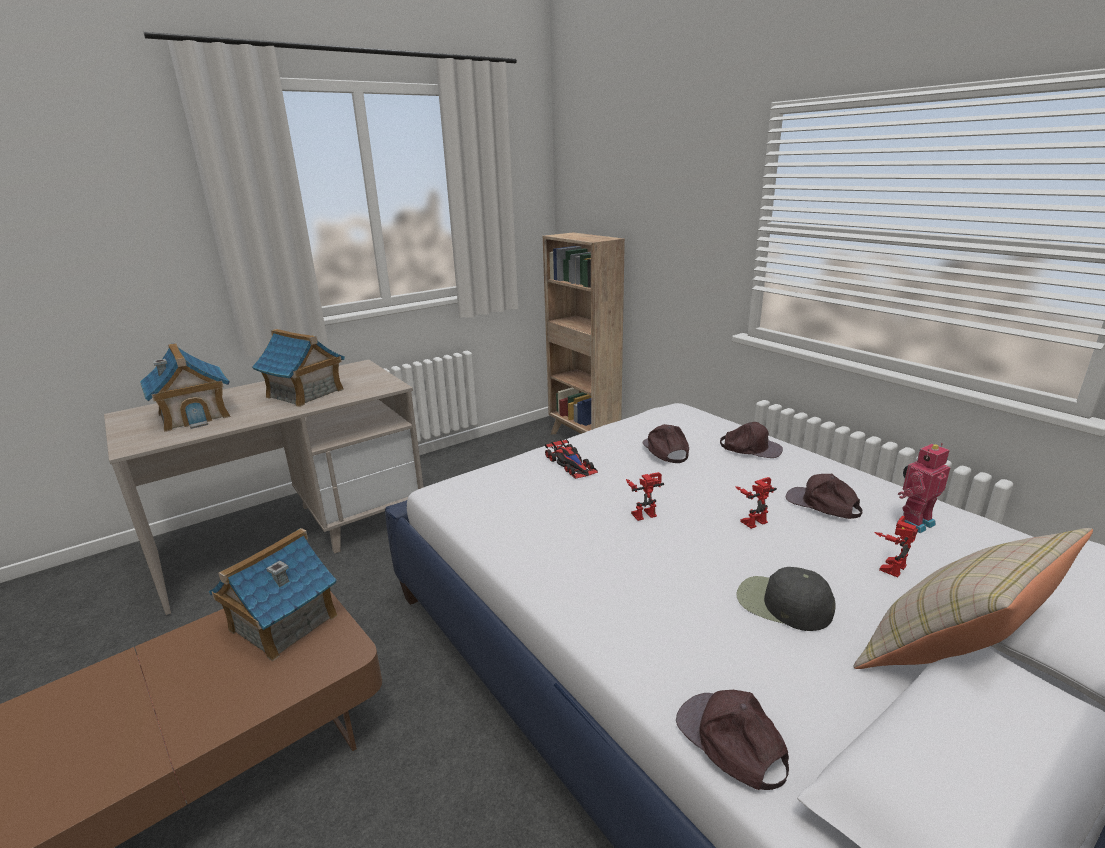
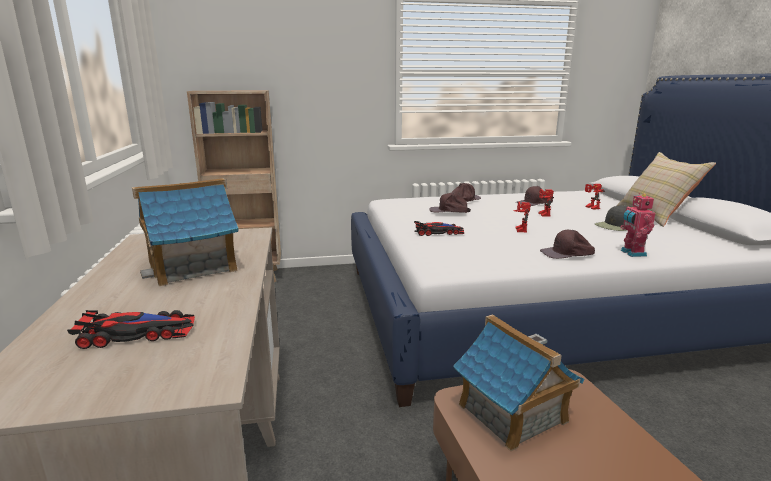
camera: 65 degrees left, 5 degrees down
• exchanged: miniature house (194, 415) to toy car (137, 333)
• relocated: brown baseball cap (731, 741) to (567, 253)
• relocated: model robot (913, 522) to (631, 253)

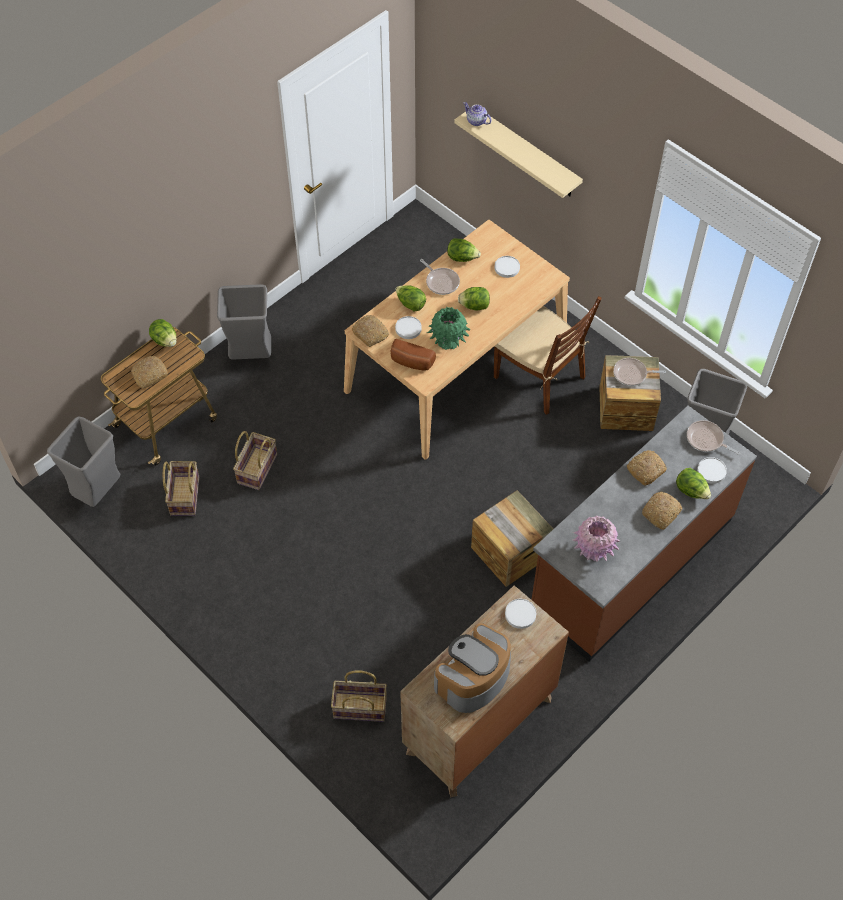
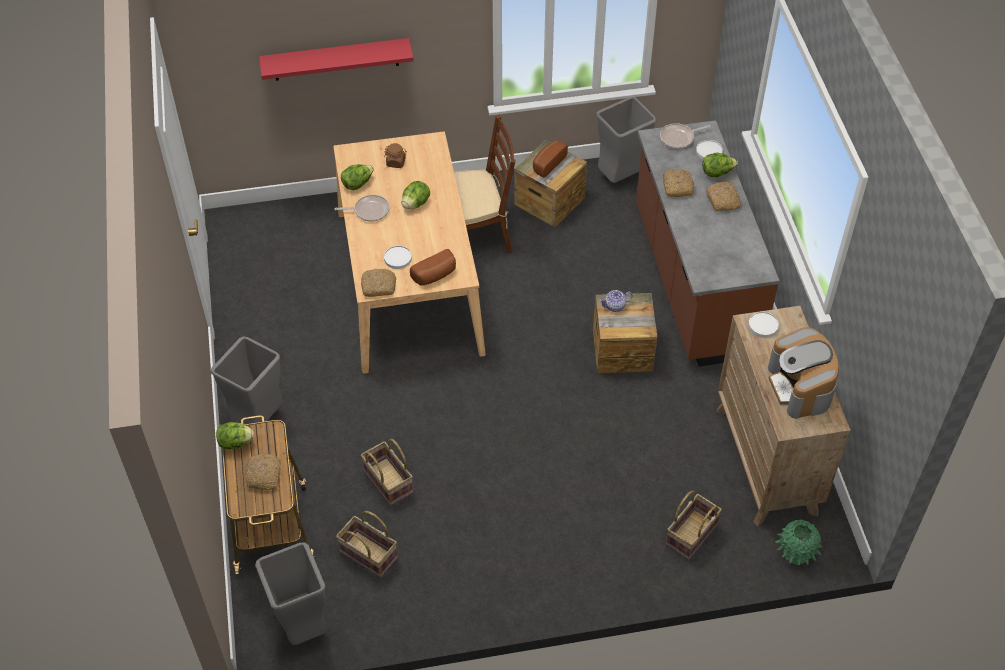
camera: 55 degrees left, 5 degrees down
• missing: lettuce head (410, 304)
• relocated: green-coloured flower vase (448, 341) to (795, 553)
• colour: sand-coloured shelf (526, 153) to red-coloured shelf (336, 59)
• relocated: pot for tea (476, 121) to (615, 306)
• exchanged: whitish plate (506, 267) to brown storage jar (396, 162)
• missing: pink flower vase (594, 550)
• exchanged: frying pan (632, 374) to bread (547, 163)

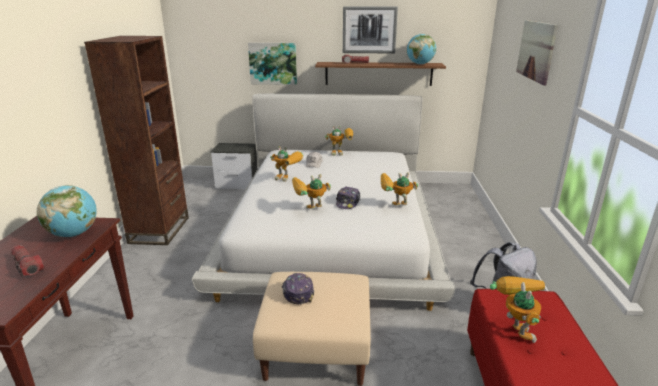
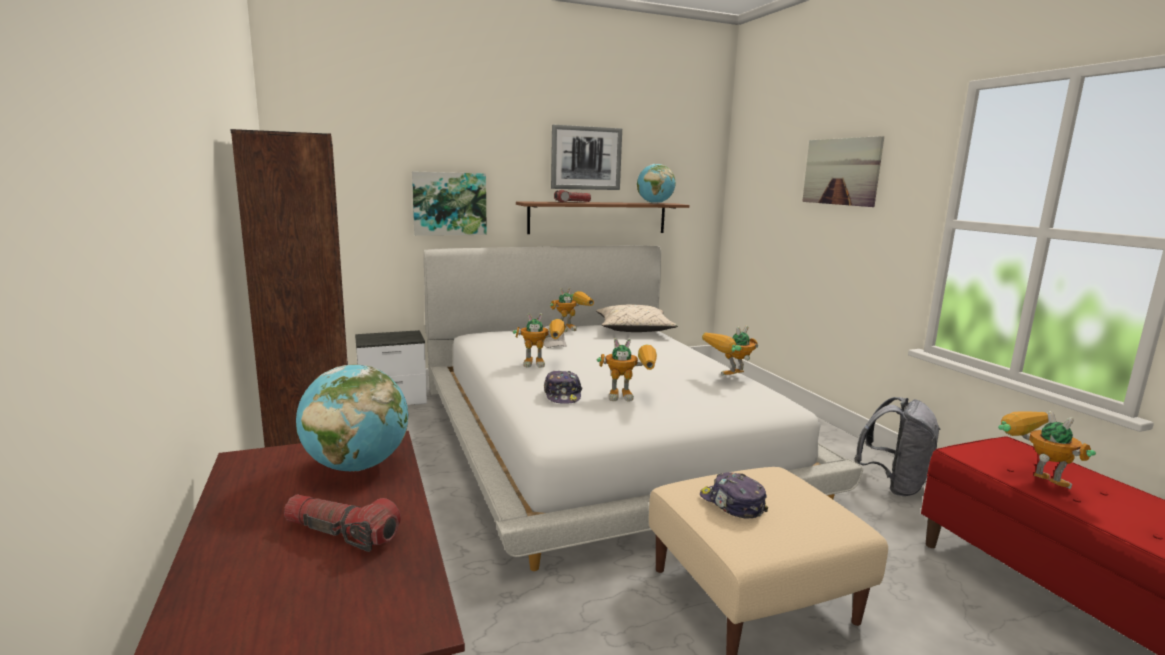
camera: 25 degrees left, 10 degrees down
• spun: model robot (309, 211) = (630, 396) 135 degrees counterclockwise
• relocated: baseball cap (348, 202) to (562, 395)
• appeared: sand-coloured throw pillow (634, 330)

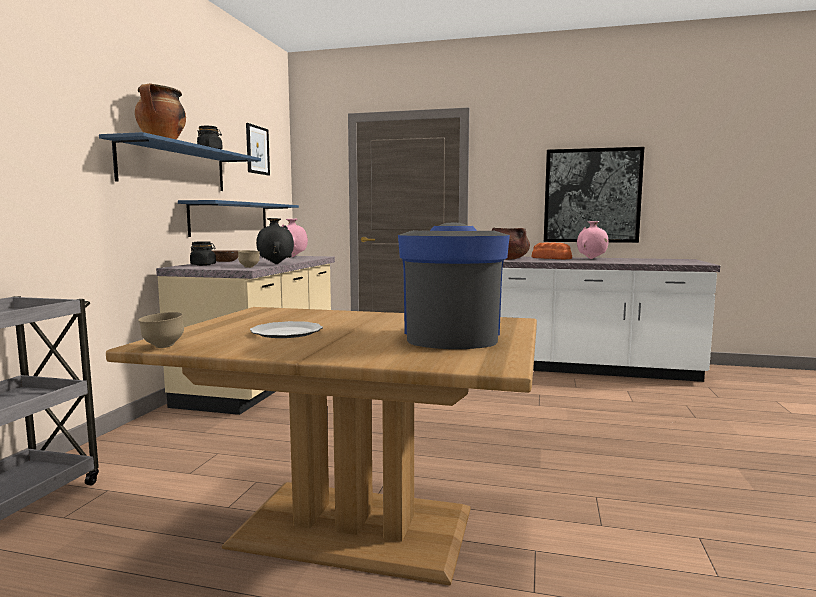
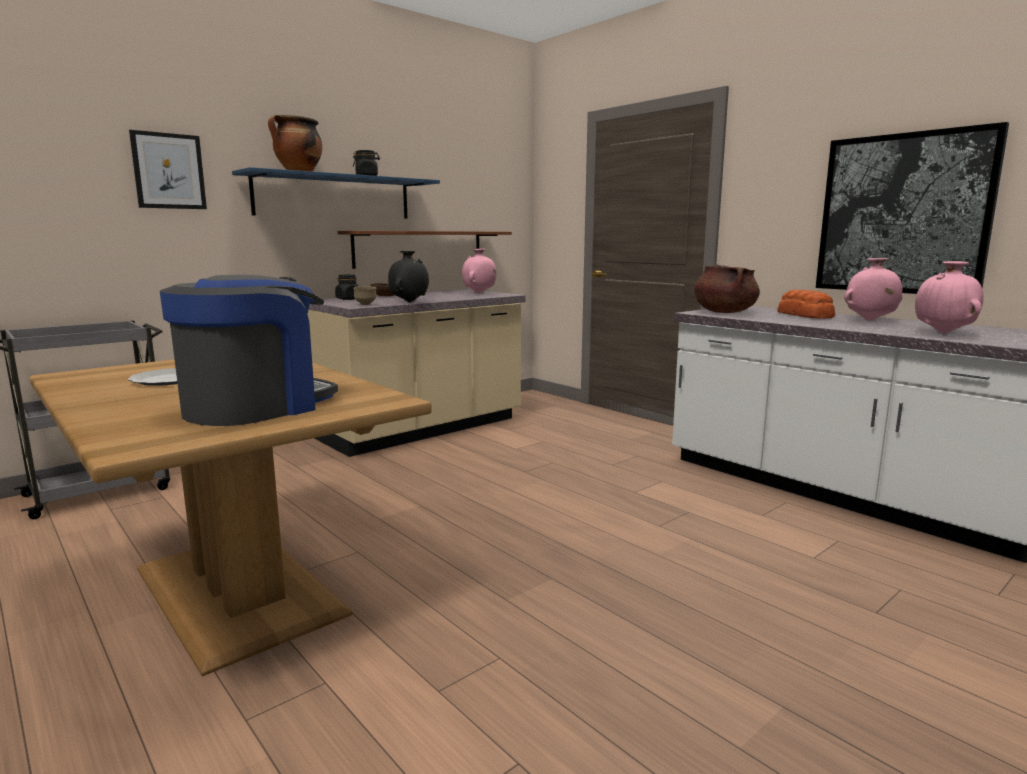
camera: 35 degrees right, 5 degrees up
• missing: brown deep dish (163, 346)
• colour: blue shelf (230, 219) to brown shelf (419, 249)
• relocated: picture (257, 150) to (169, 171)
• appeared: pink flower vase (944, 333)

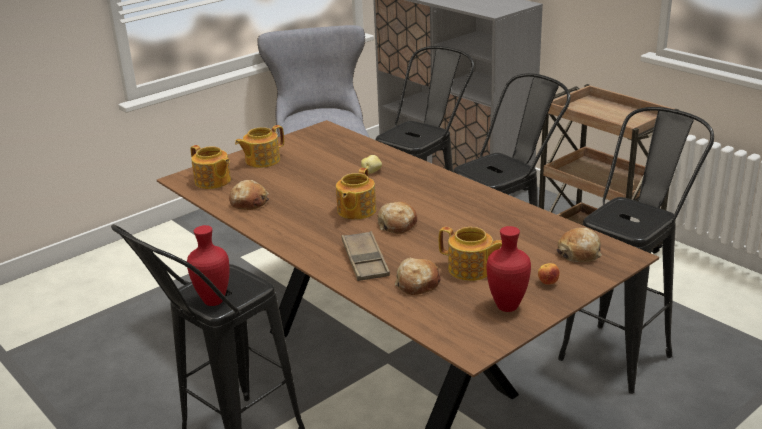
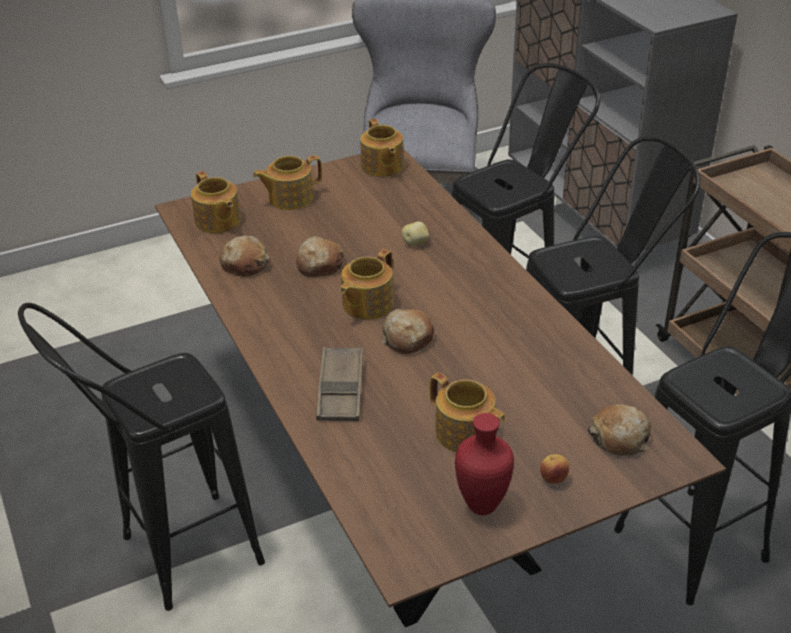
camera: 15 degrees right, 10 degrees up
• missing: red-coloured flower vase (213, 300)
• relocated: bread (417, 284) to (319, 265)
• appeared: pot for tea (382, 166)

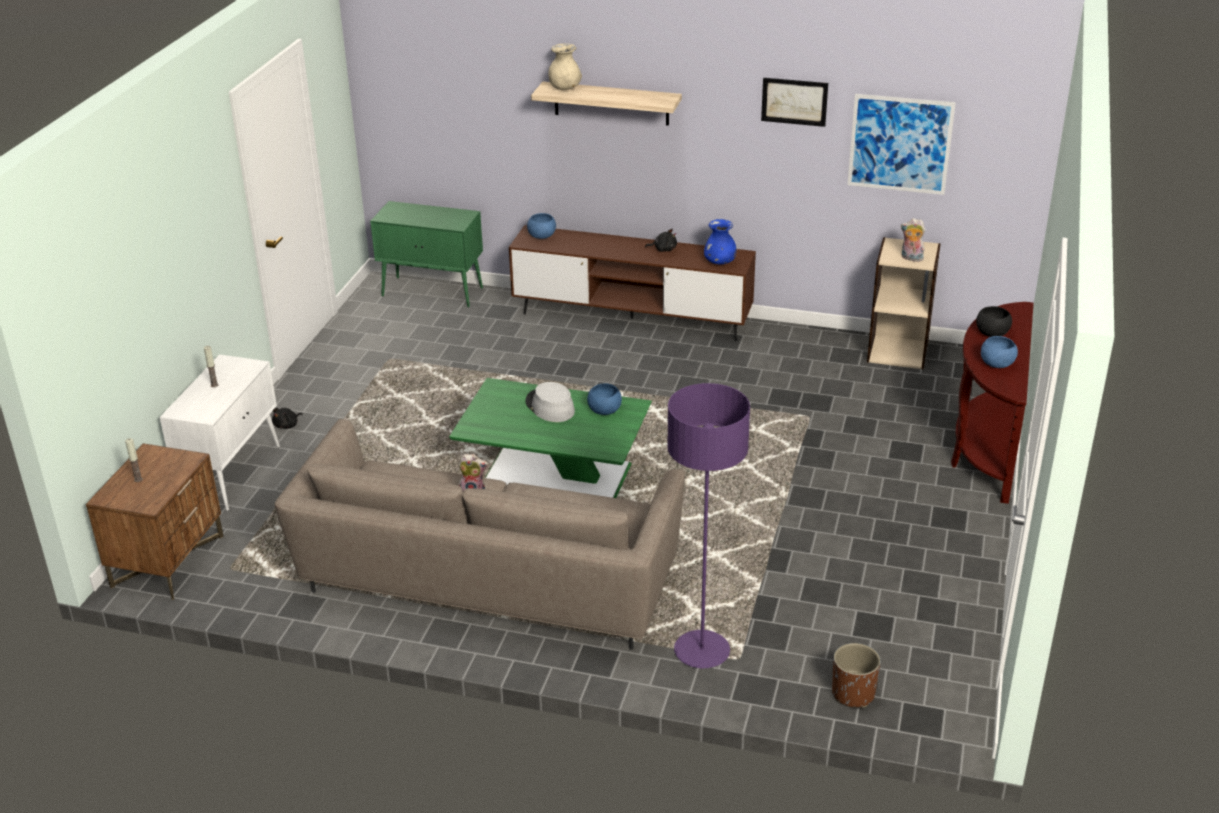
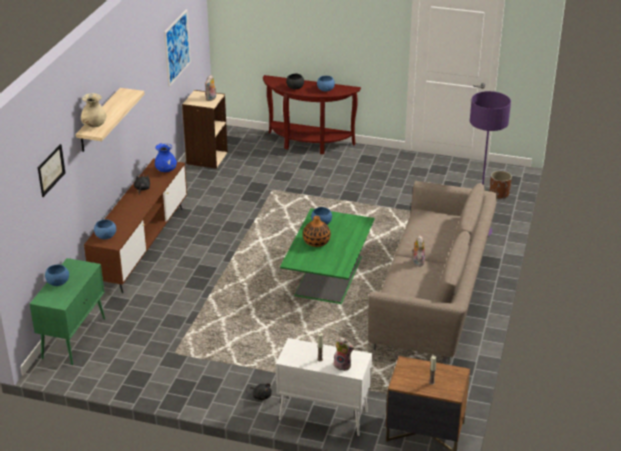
camera: 90 degrees left, 0 degrees up
• exchanged: gray clothing hat (549, 407) to flower vase (316, 242)
• relocated: picture (794, 101) to (51, 170)
• appeared: blue deep dish (58, 282)
• appeared: plush toy (343, 365)

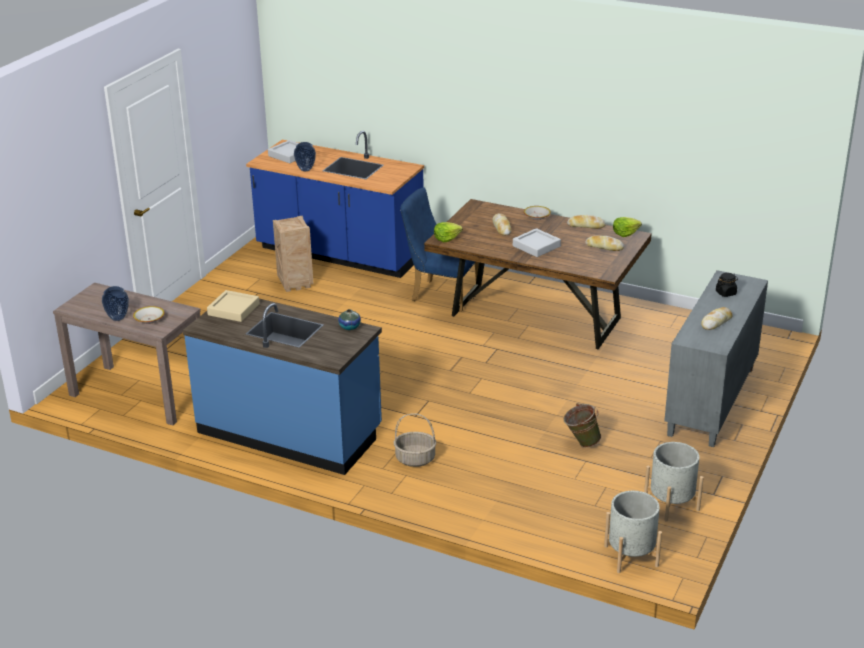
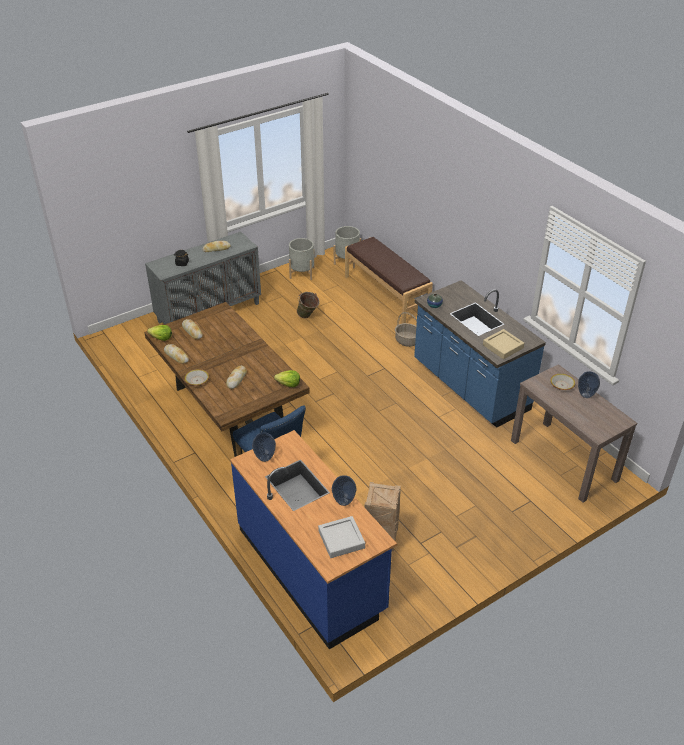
camera: 150 degrees left, 10 degrees up
• missing: gray serving tray (536, 246)
• appeared: flower vase (265, 458)
• appeared: brown long seat (386, 295)

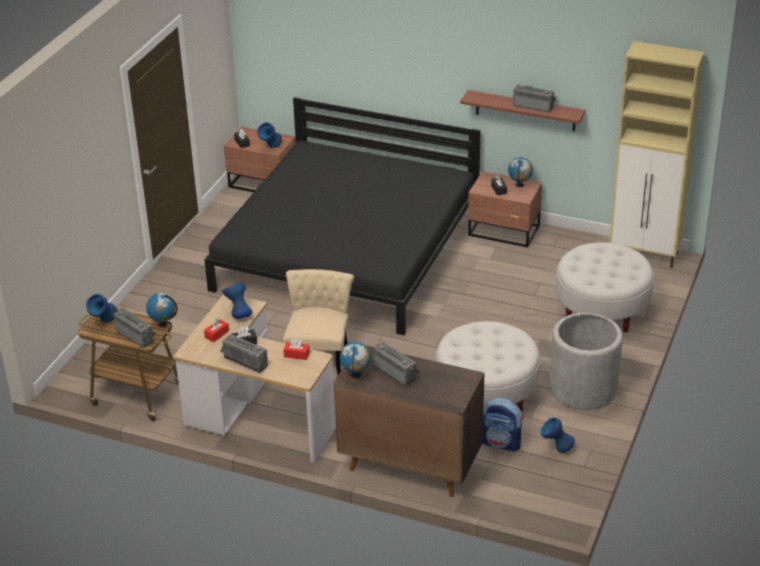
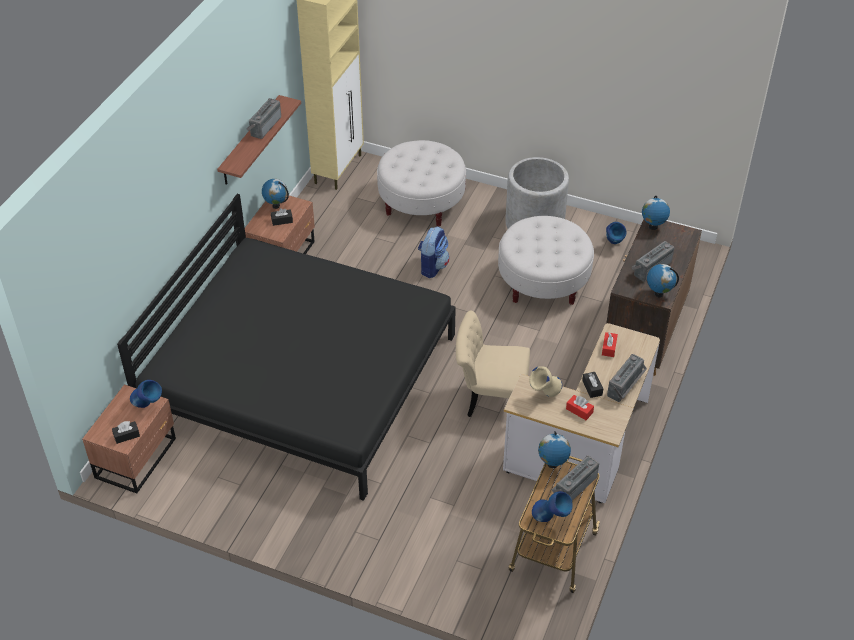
camera: 90 degrees left, 10 degrees up
• colour: blue flower vase (238, 314) to sand-coloured flower vase (544, 395)
• relocated: rucksack (501, 443) to (432, 266)
• appeared: desk globe (653, 227)

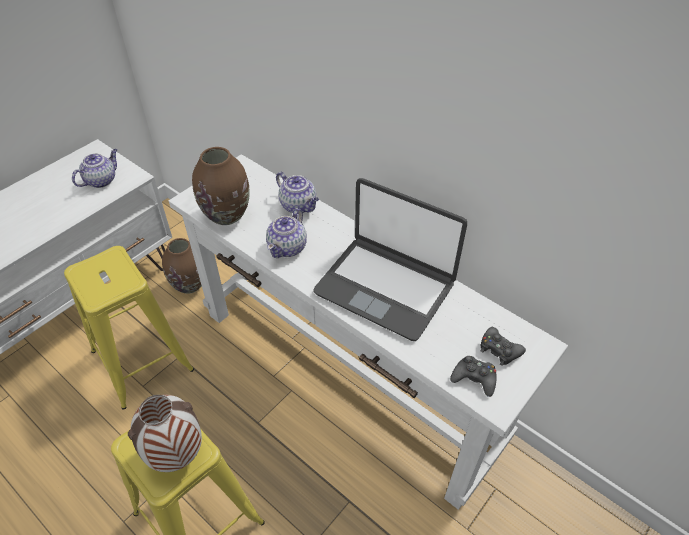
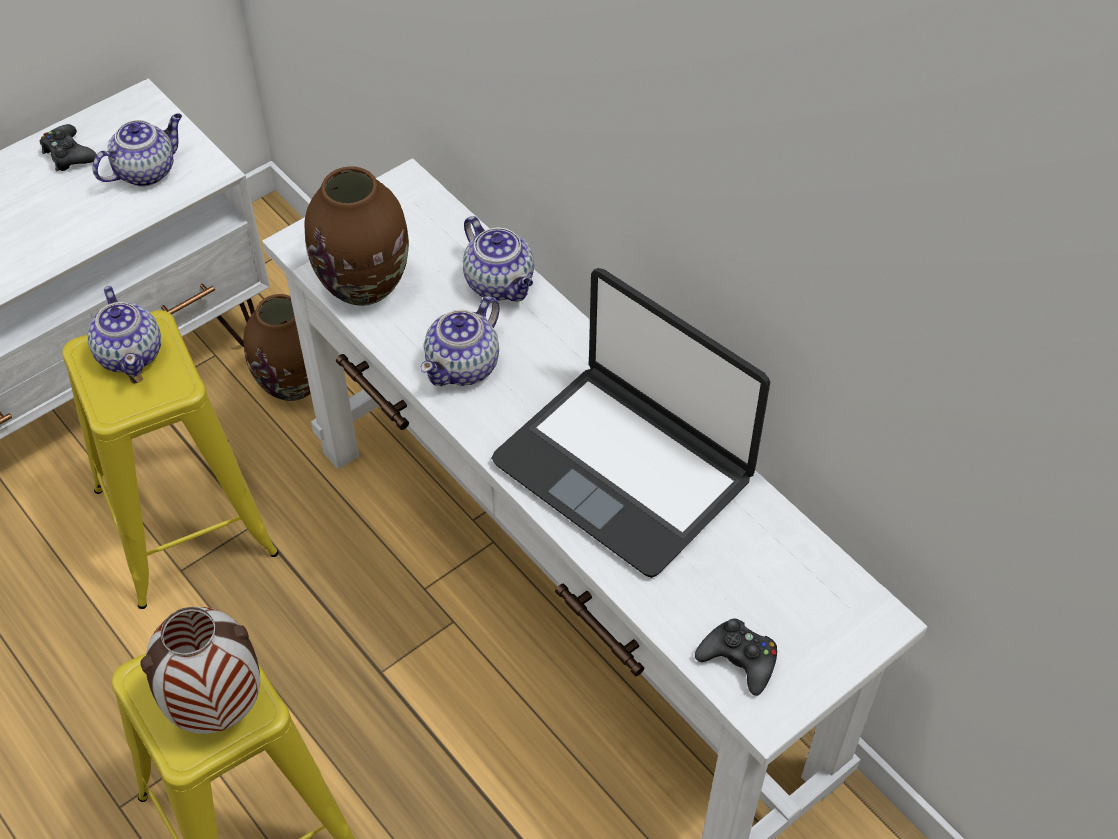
camera: 10 degrees right, 5 degrees up
• relocated: black-coloured gamepad (499, 350) to (68, 154)
• appeared: pot for tea (130, 353)

